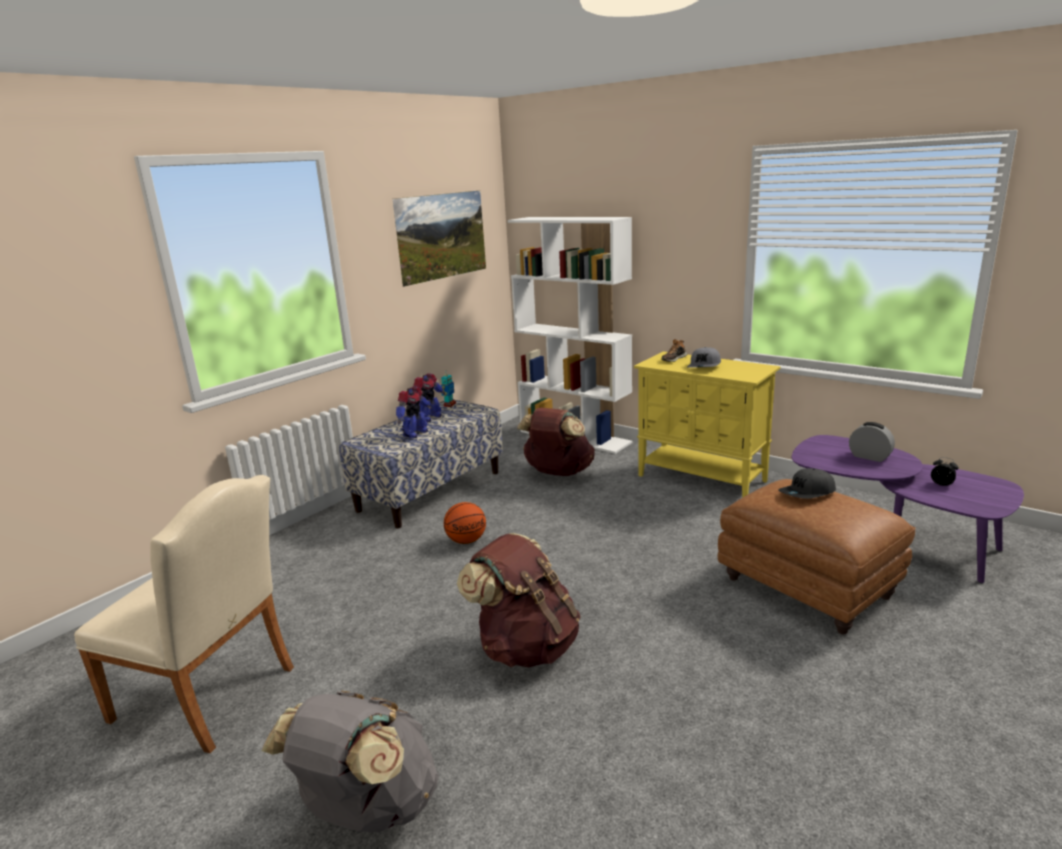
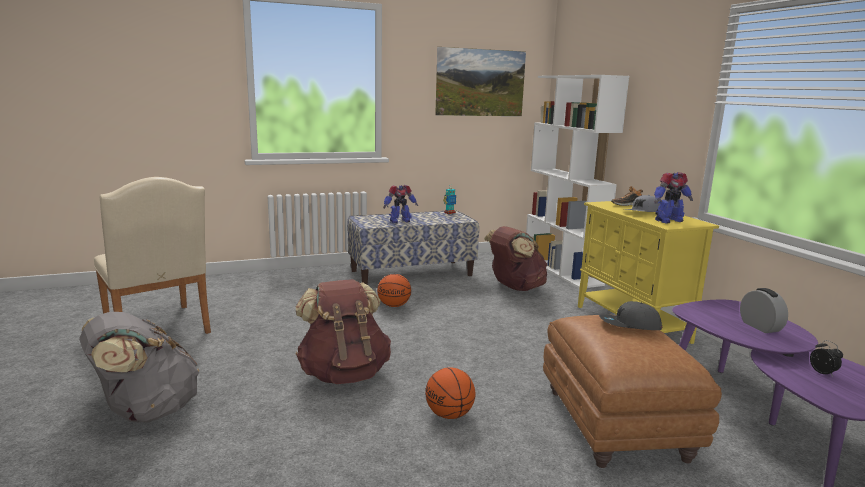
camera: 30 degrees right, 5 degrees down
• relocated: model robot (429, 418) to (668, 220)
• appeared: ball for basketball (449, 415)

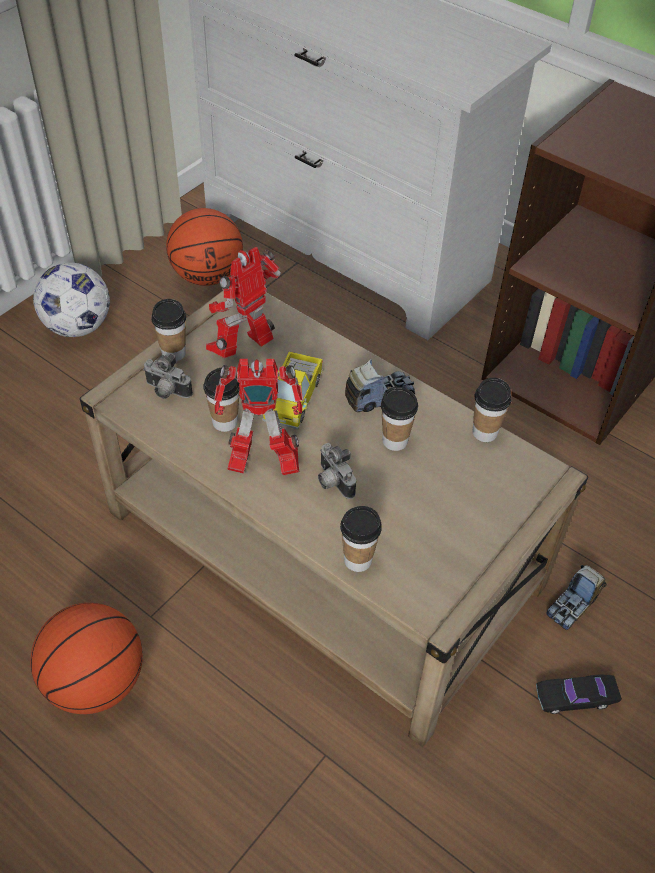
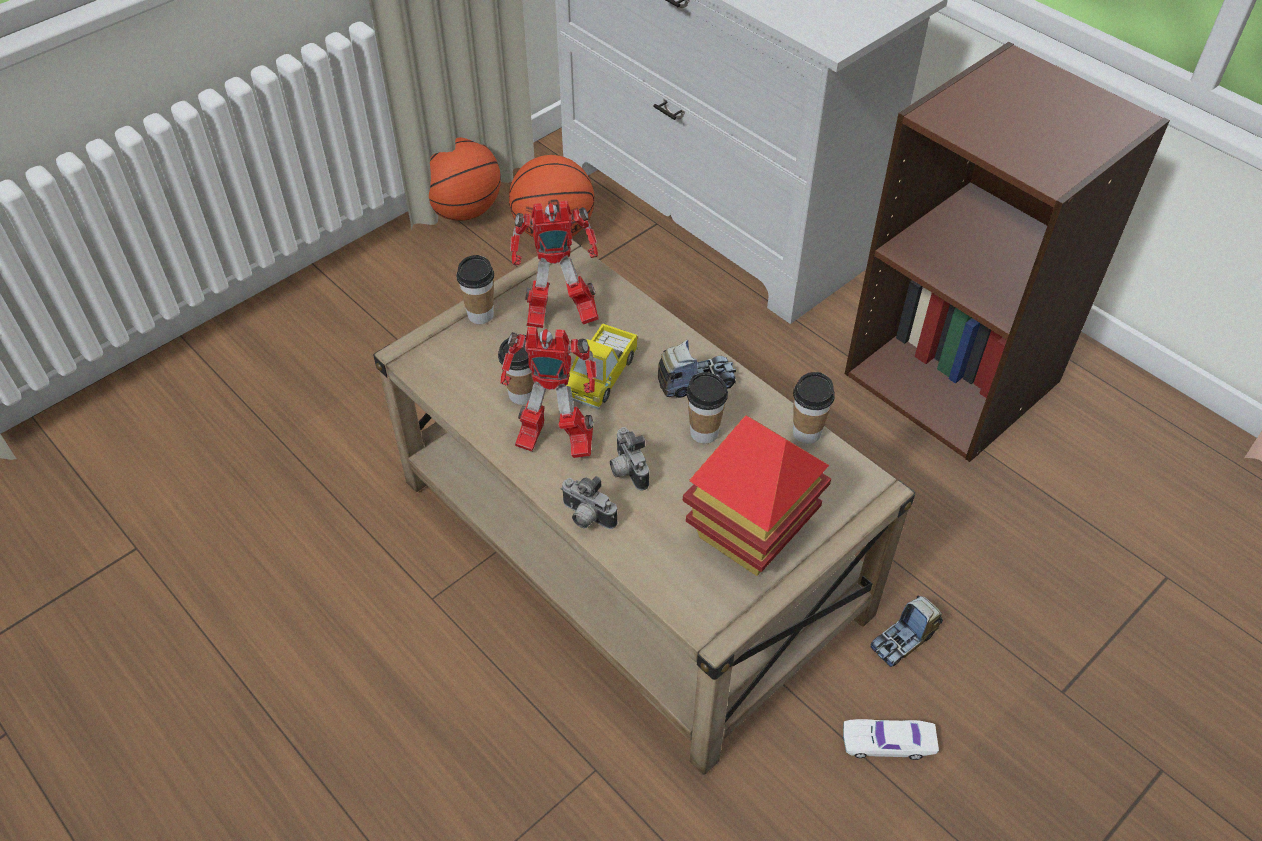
camera: 10 degrees right, 0 degrees up
• relocated: ball for basketball (96, 682) to (463, 211)
• missing: ball for football (78, 326)
• relocated: photo camera (166, 392) to (586, 517)
• spun: model robot (245, 349) = (558, 317) 150 degrees counterclockwise
• missing: cup (357, 560)
• colour: black-coloured toy car (576, 696) to whitish toy car (888, 742)
• appeared: miniature house (751, 532)

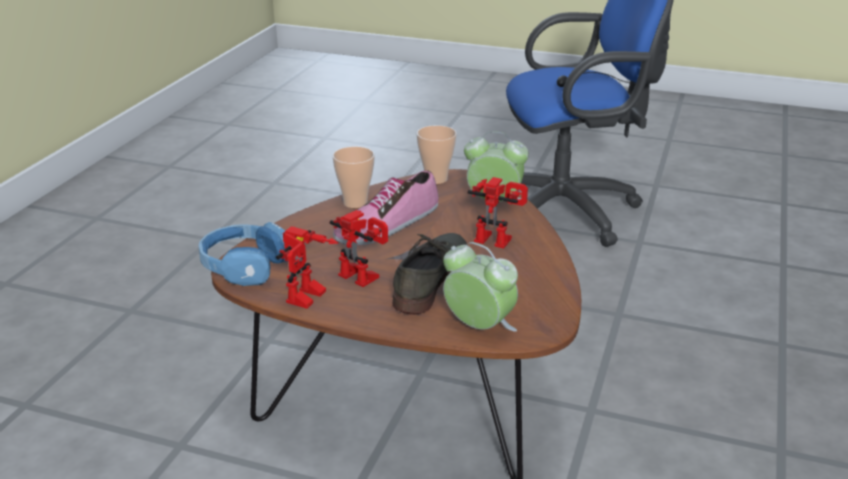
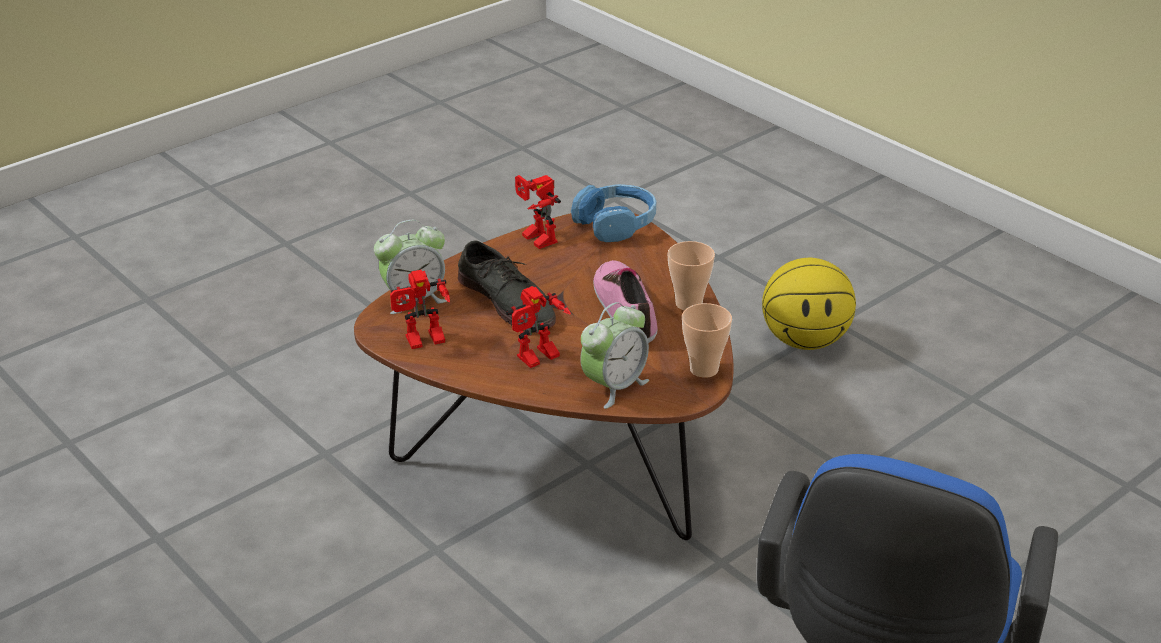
camera: 120 degrees right, 5 degrees up
• relocated: model robot (364, 275) to (424, 342)
• appeared: ball for basketball (806, 341)

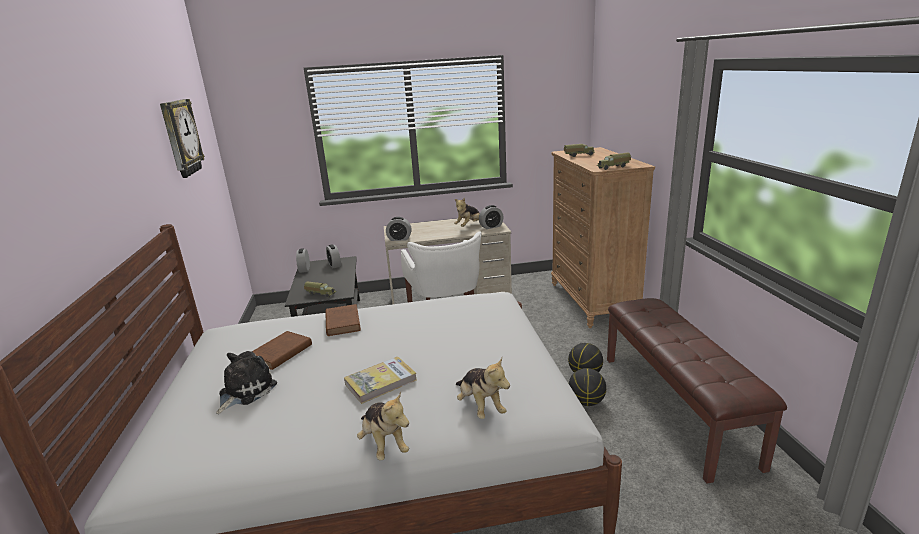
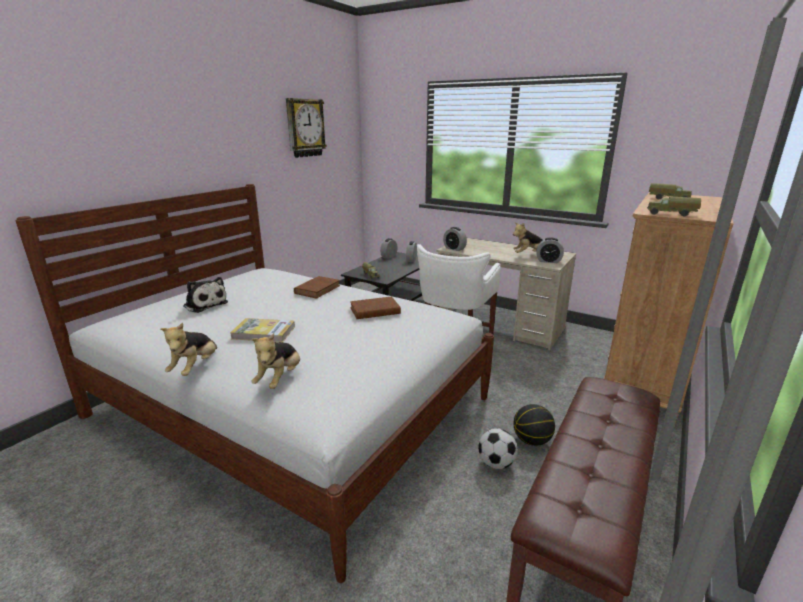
camera: 40 degrees right, 0 degrees up
• spun: plush toy (245, 391) = (205, 304) 60 degrees clockwise
• relocated: brown book (279, 354) to (373, 311)
• exchanged: ball for basketball (586, 402) to ball for football (496, 463)

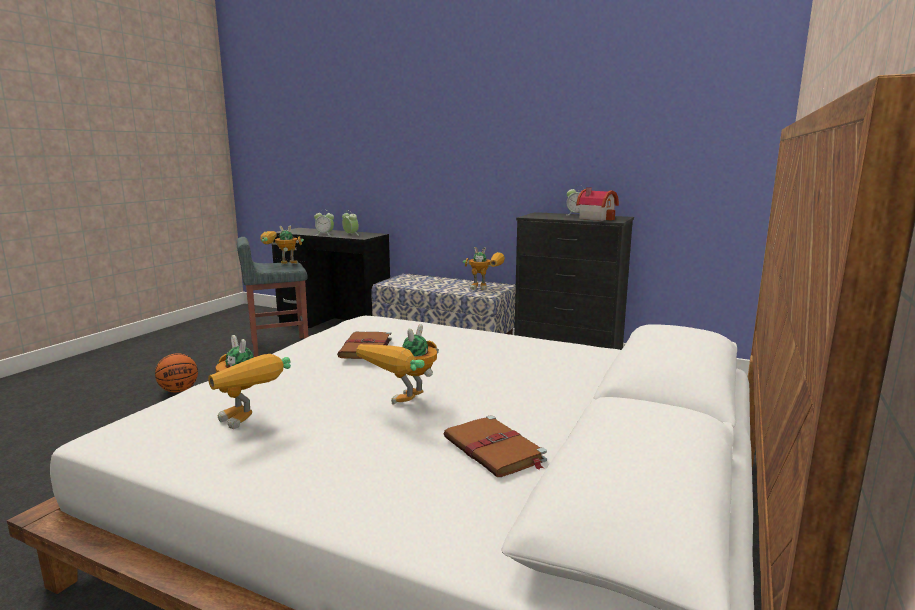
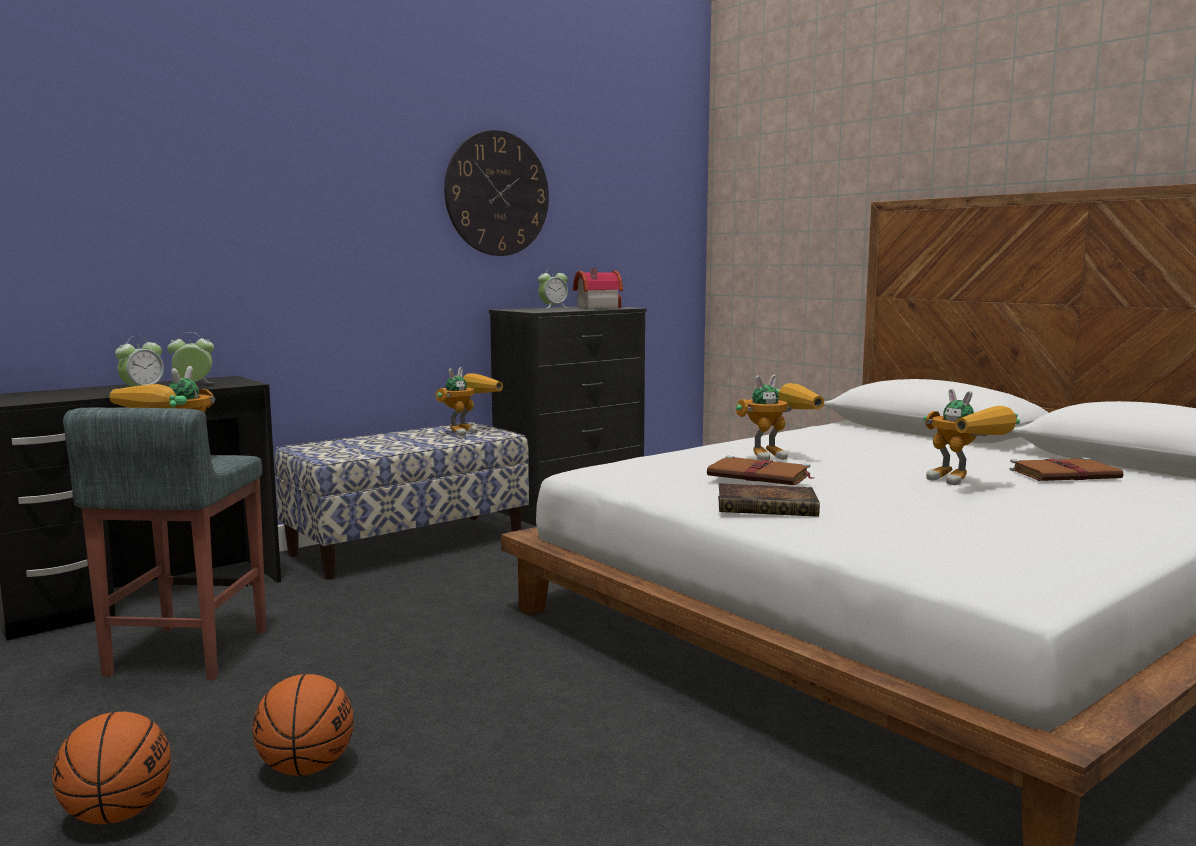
camera: 65 degrees left, 5 degrees down
• relocated: model robot (249, 423) to (777, 456)
• appeared: ball for basketball (117, 814)
• appeared: hanging clock (497, 194)
• appeared: book (769, 507)

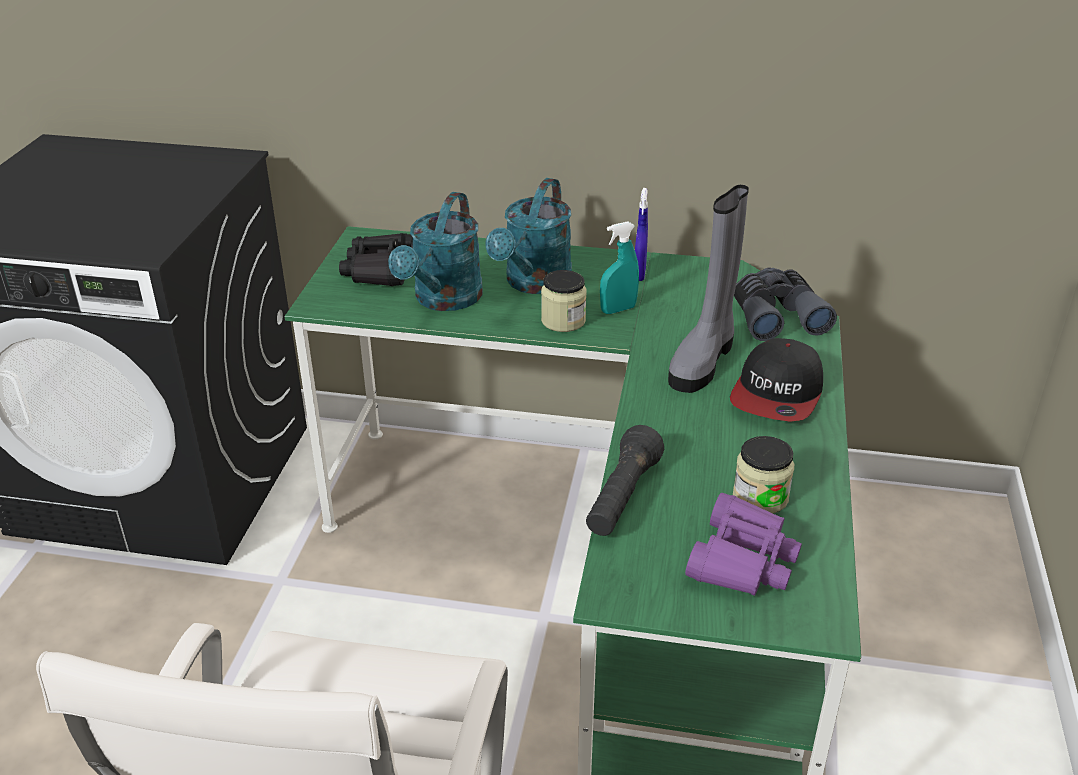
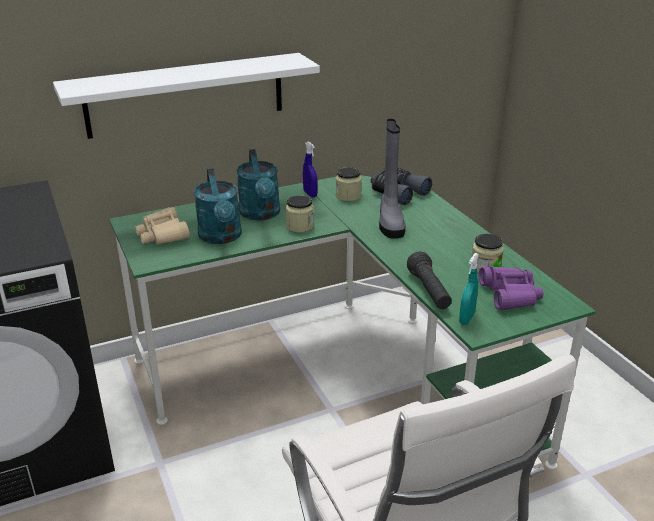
camera: 35 degrees left, 5 degrees down
• colour: black-coloured pair of binoculars (380, 270) to sand-coloured pair of binoculars (162, 234)
• relocated: turquoise spray bottle (618, 309) to (466, 318)
• missing: baseball cap (777, 394)
• appeared: whitish shelf (186, 95)
• appeared: storage jar (348, 196)

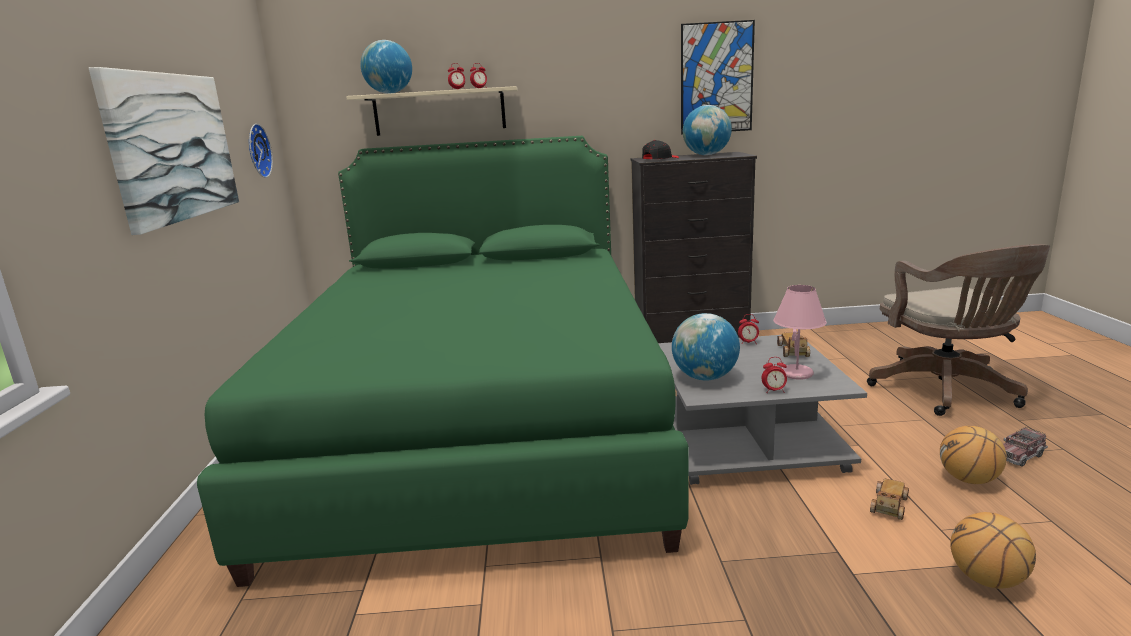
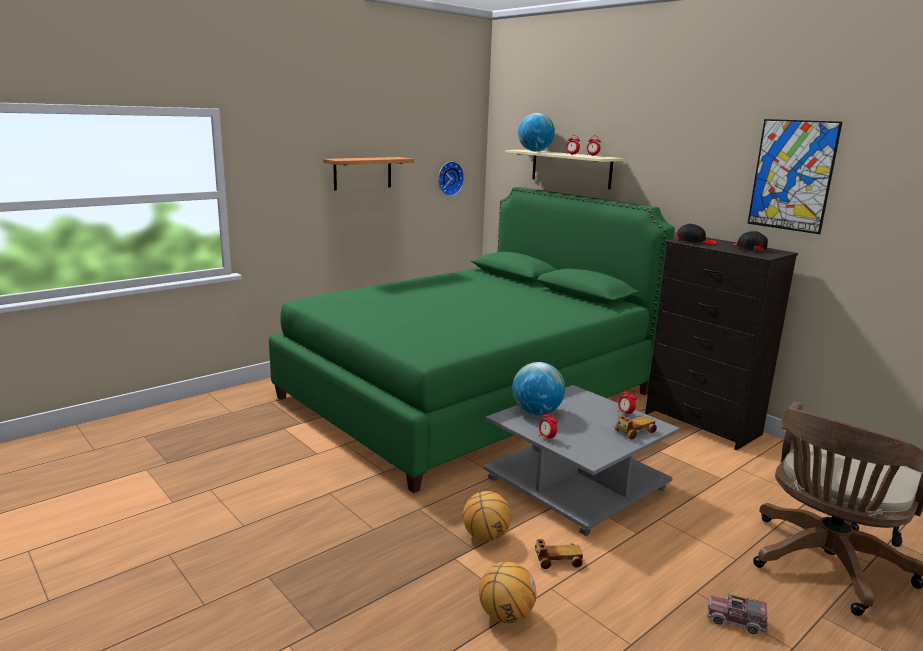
camera: 50 degrees right, 0 degrees up
• exchanged: picture (172, 147) to shelf (362, 173)
• exchanged: desk globe (706, 155) to black-coloured baseball cap (748, 248)
• missing: pink table lamp (797, 374)
• relocated: ball for basketball (968, 480) to (485, 536)

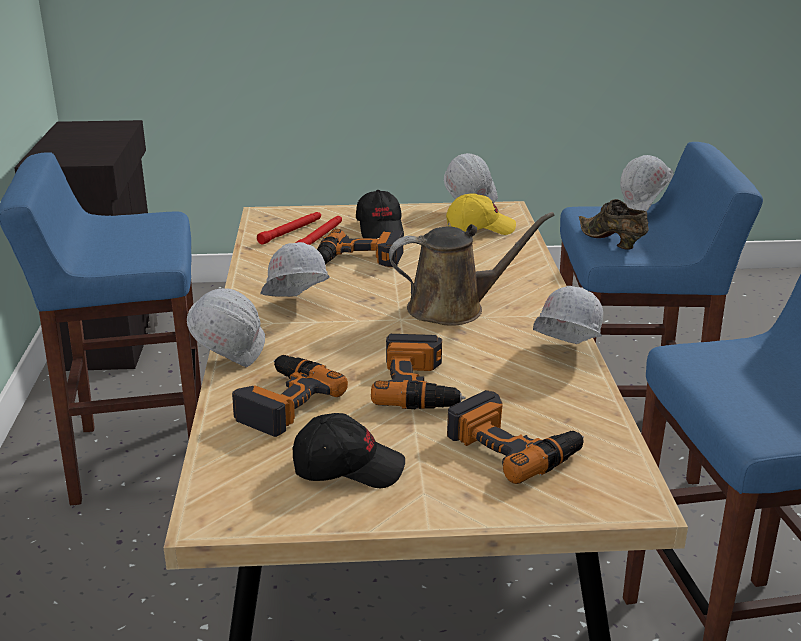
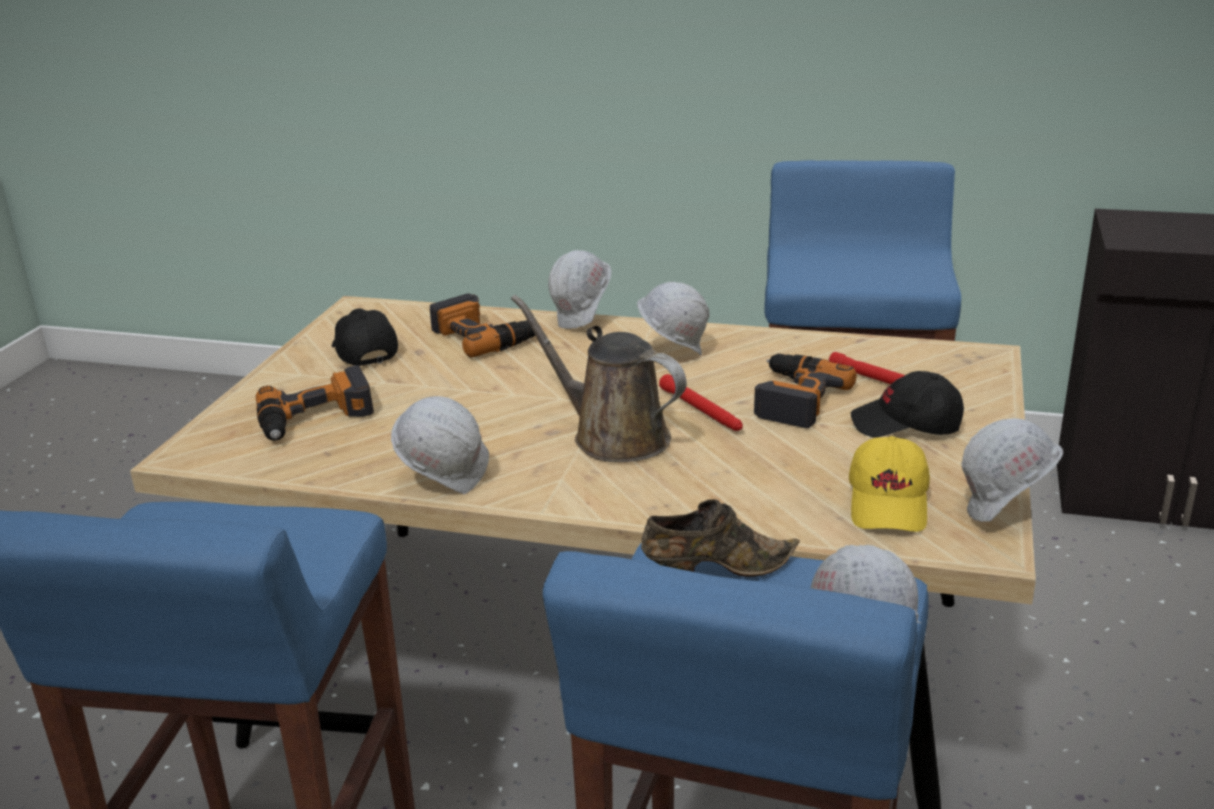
camera: 110 degrees right, 0 degrees up
• relocated: red-coloured torch (291, 231) to (701, 411)
• spun: black-coloured baseball cap (348, 467) = (363, 351) 135 degrees clockwise
• missing: power drill (420, 385)
• spun: brown watering pot (453, 308) = (613, 436) 120 degrees clockwise

